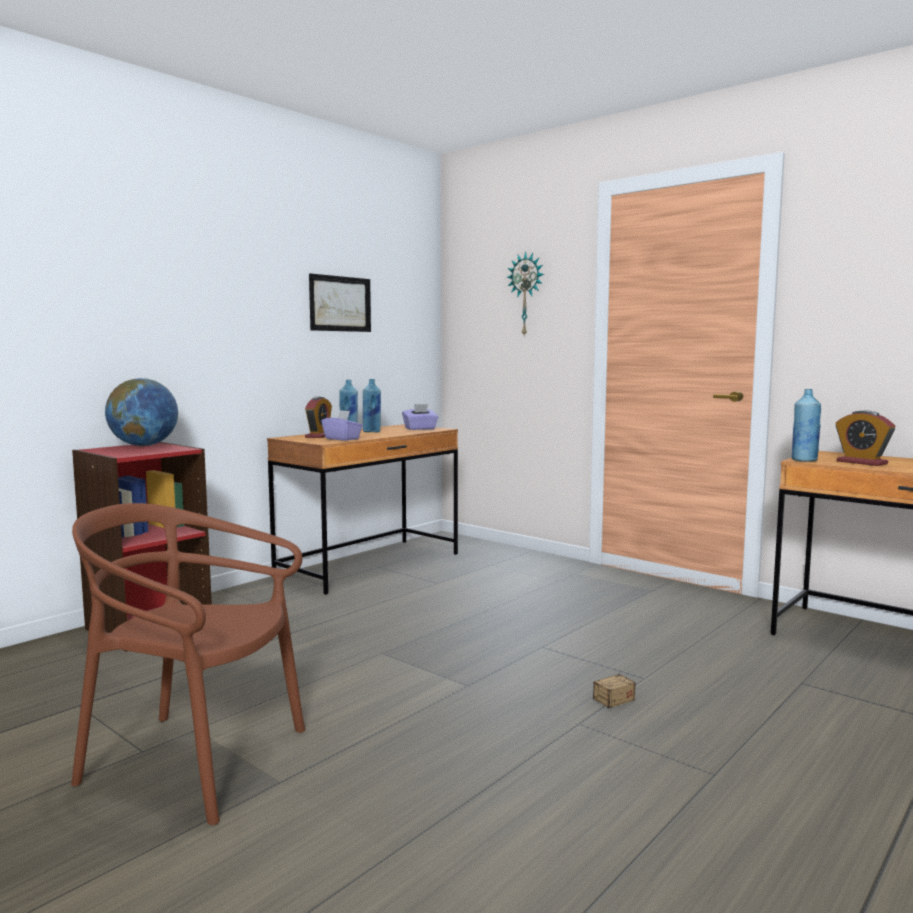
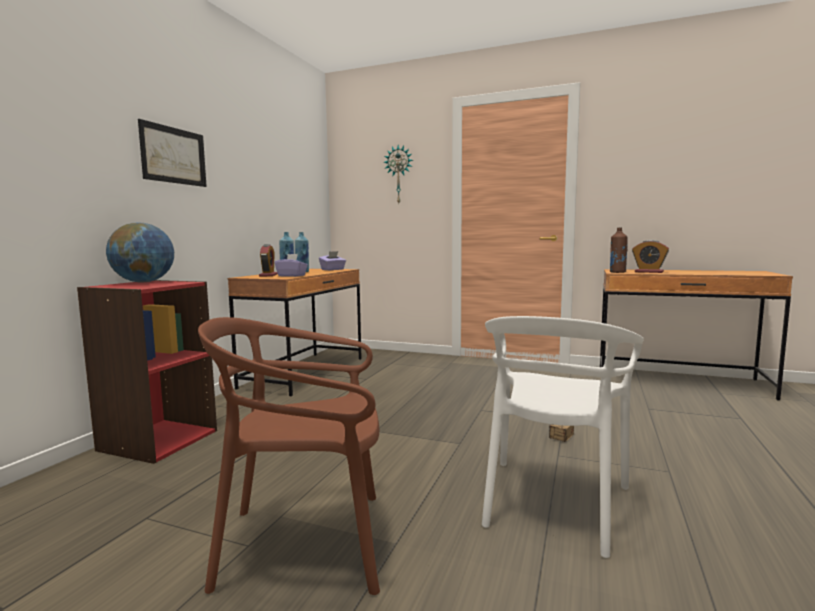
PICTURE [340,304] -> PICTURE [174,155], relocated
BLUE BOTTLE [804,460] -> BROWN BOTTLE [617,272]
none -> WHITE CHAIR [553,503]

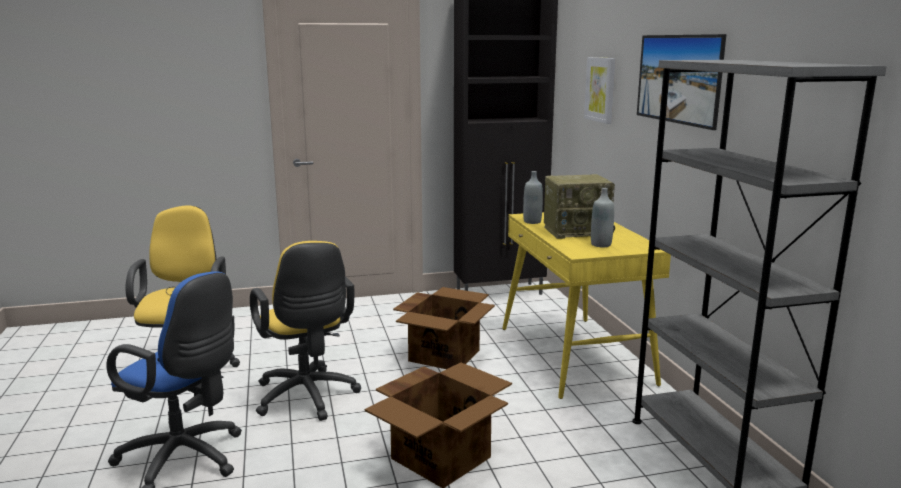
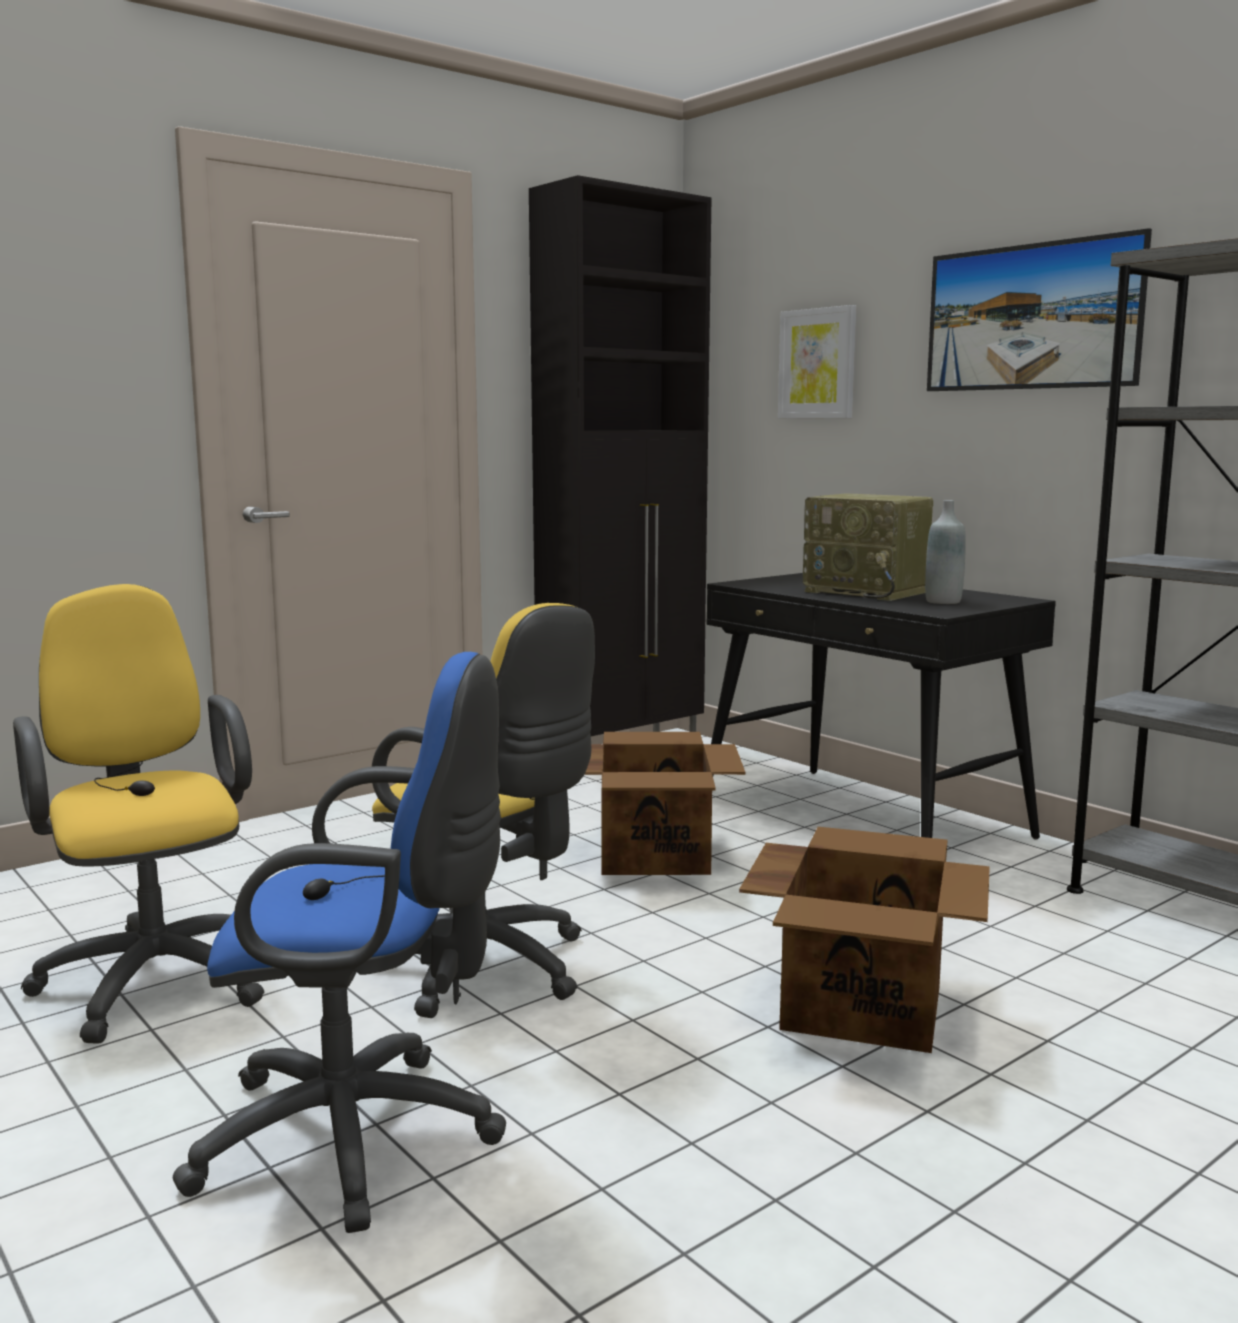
YELLOW DESK [575,355] -> BLACK DESK [864,820]
GREY BOTTLE [532,222] -> none
RADIO [577,231] -> RADIO [868,592], 75 degrees clockwise

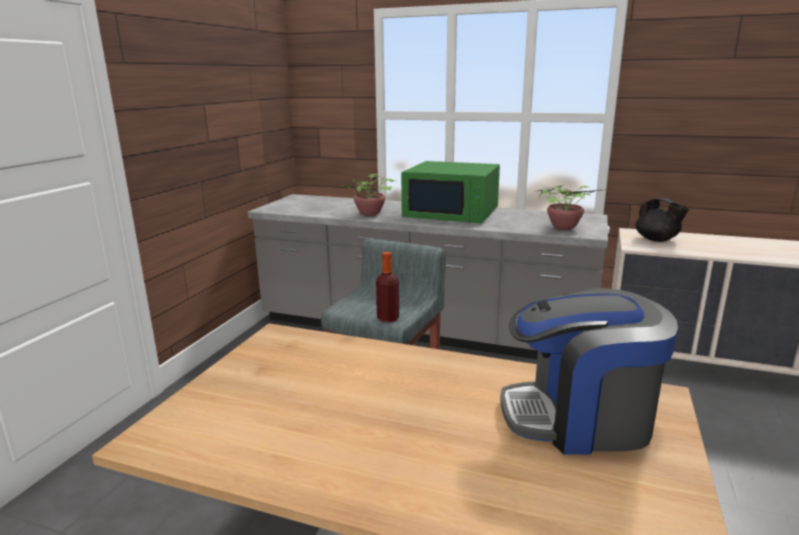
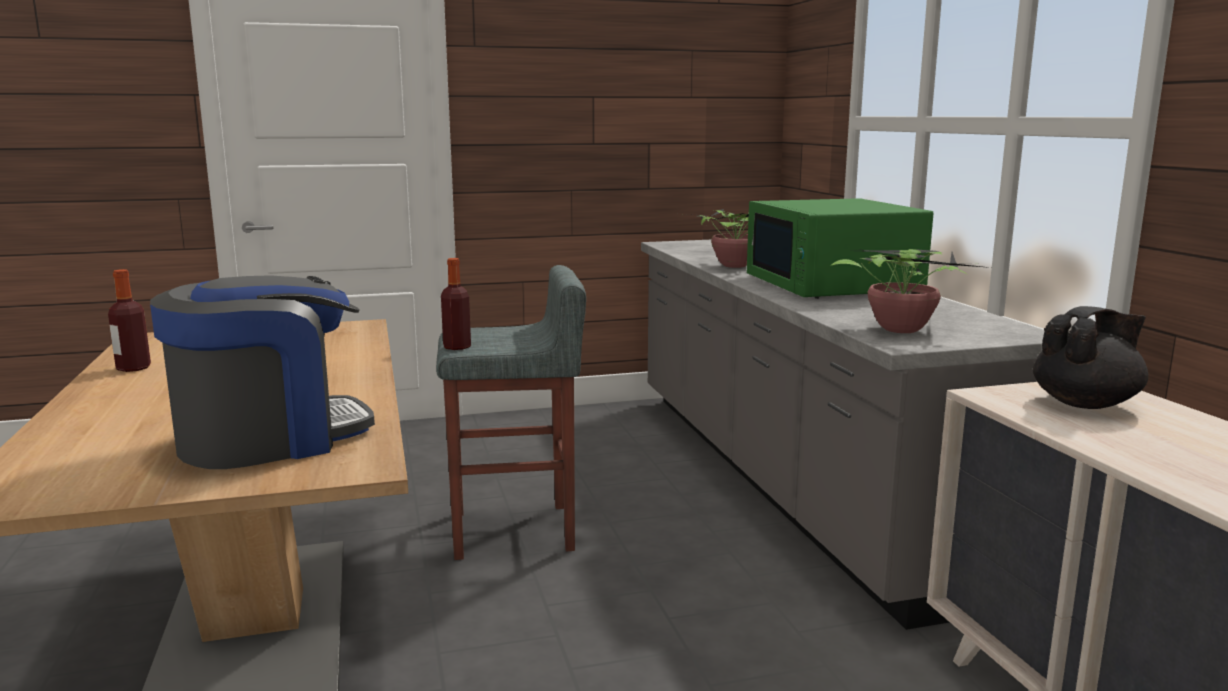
COFFEE MACHINE [579,418] -> COFFEE MACHINE [270,438], 90 degrees clockwise
BLACK TEAPOT [657,240] -> BLACK TEAPOT [1086,404], 135 degrees counterclockwise
none -> BOTTLE [133,368]

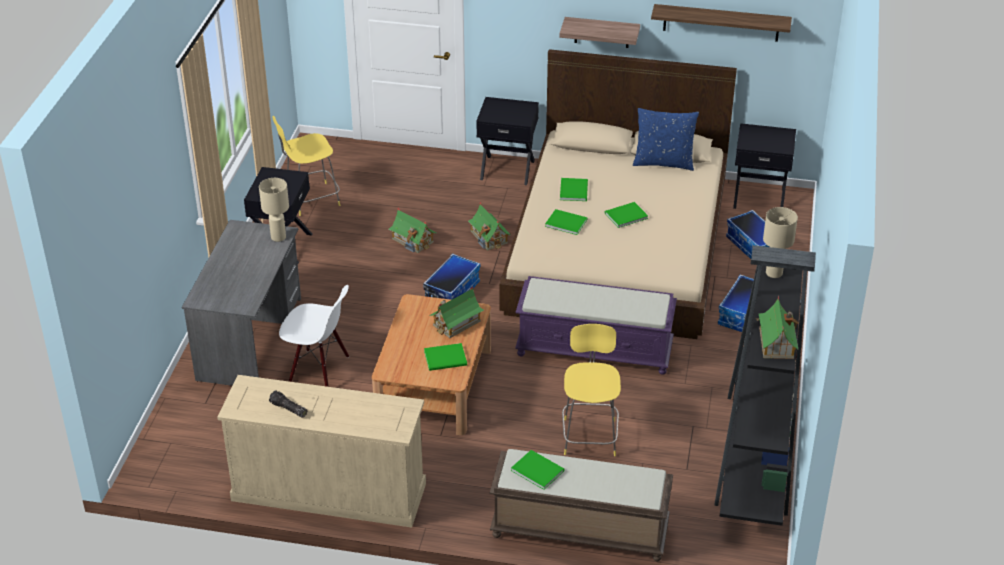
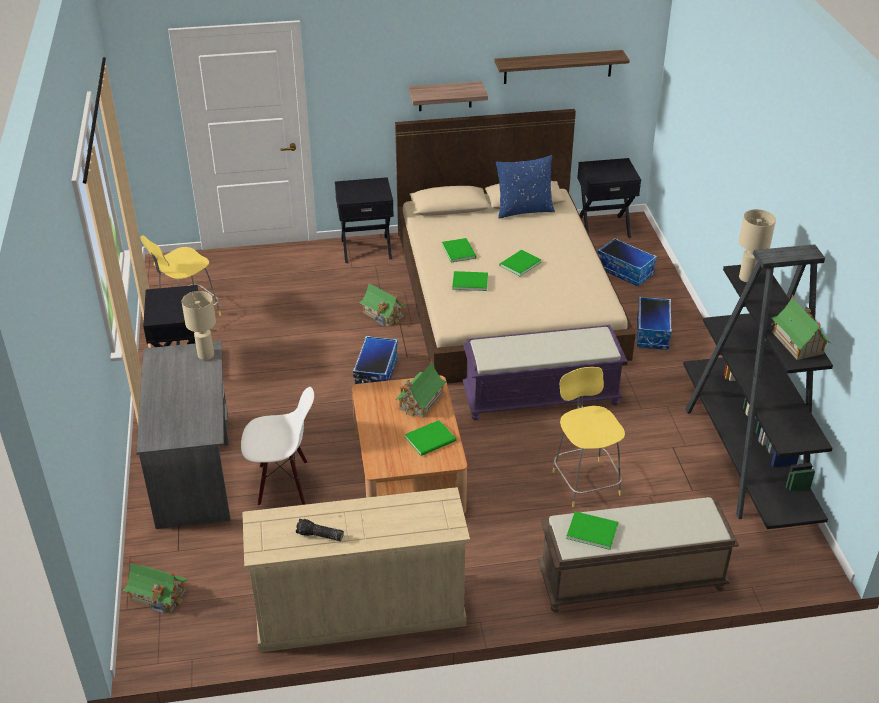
TOY HOUSE [413,240] -> TOY HOUSE [158,595], relocated

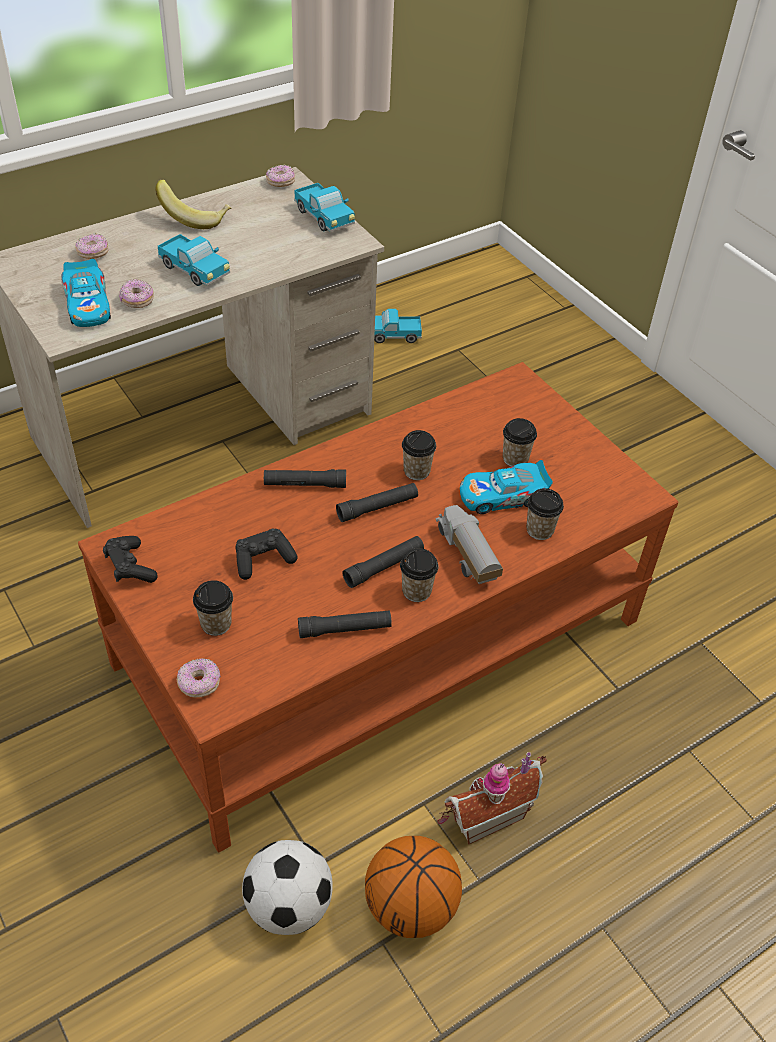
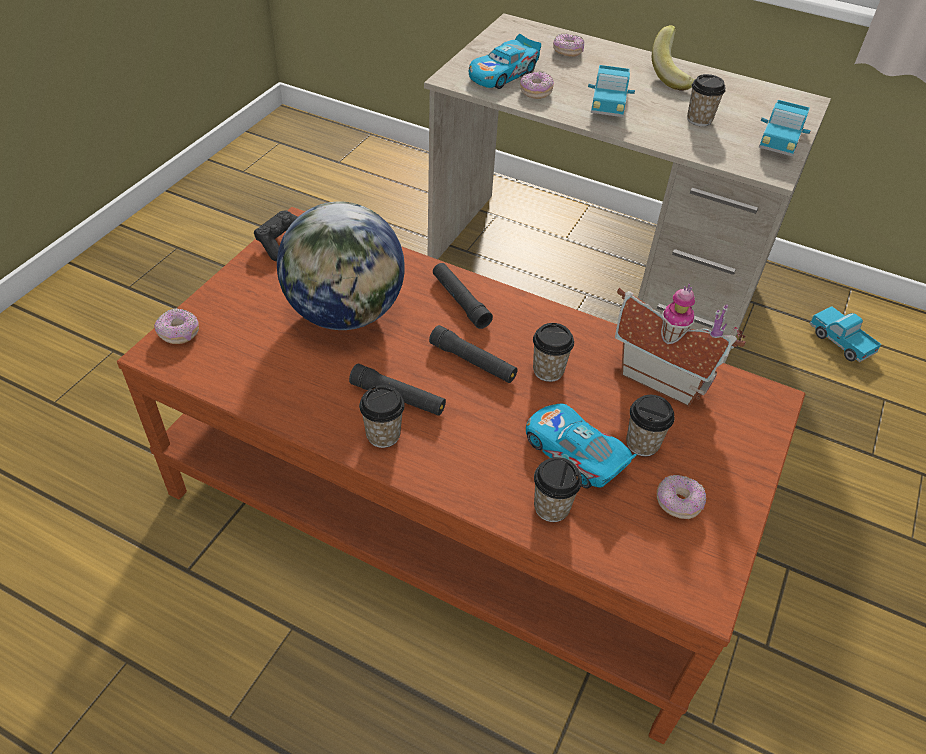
CUP [216,624] -> CUP [699,120], relocated
BLACK GAME CONTROLLER [263,560] -> GLOBE [346,313]
FOOTBALL [289,906] -> none
DONUT [280,183] -> DONUT [678,503], relocated
BLACK FLASHLIGHT [345,629] -> none
BASKETBALL [410,906] -> none
TOY TRUCK [466,555] -> none
TOY HOUSE [484,815] -> TOY HOUSE [662,375], relocated

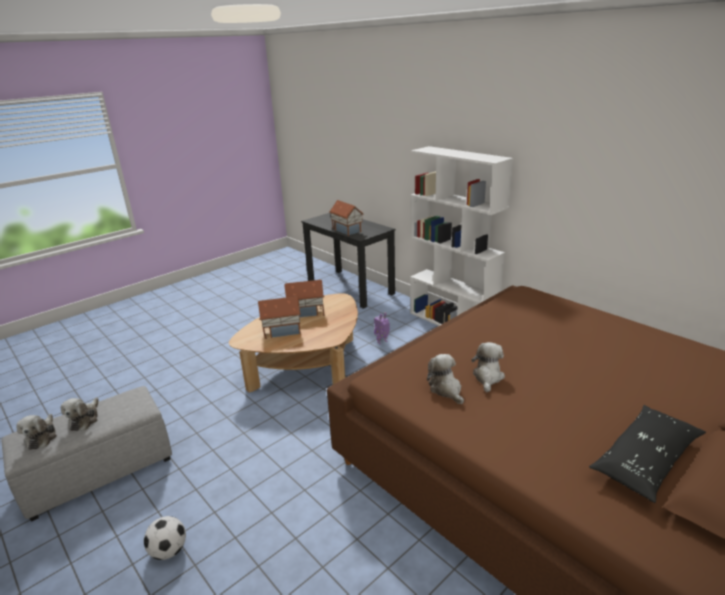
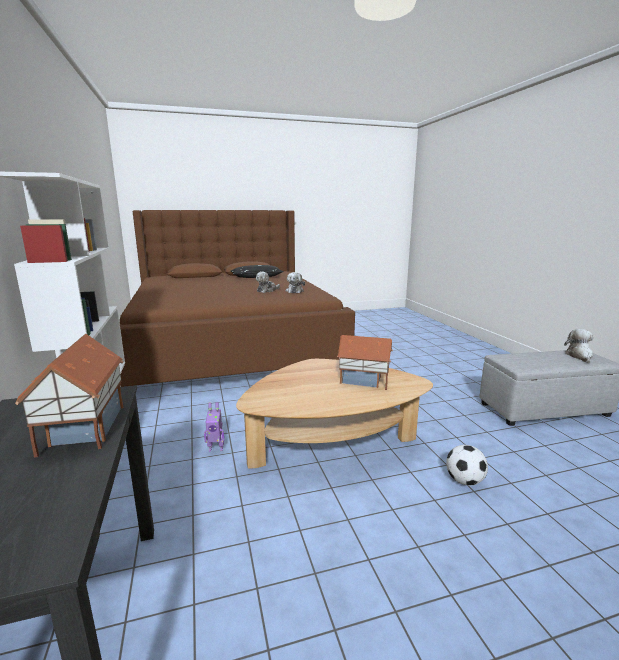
PLUSH TOY [85,419] -> none
FOOTBALL [169,550] -> FOOTBALL [464,481], relocated
TOY HOUSE [306,313] -> none

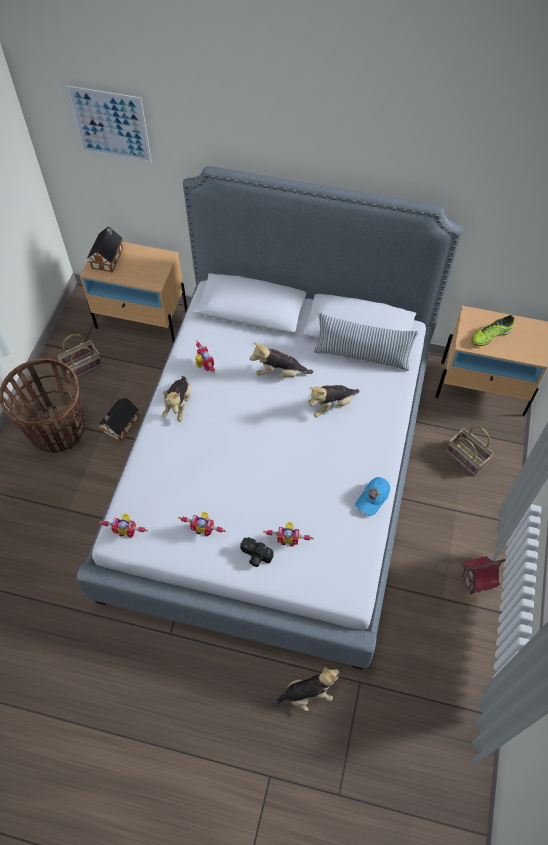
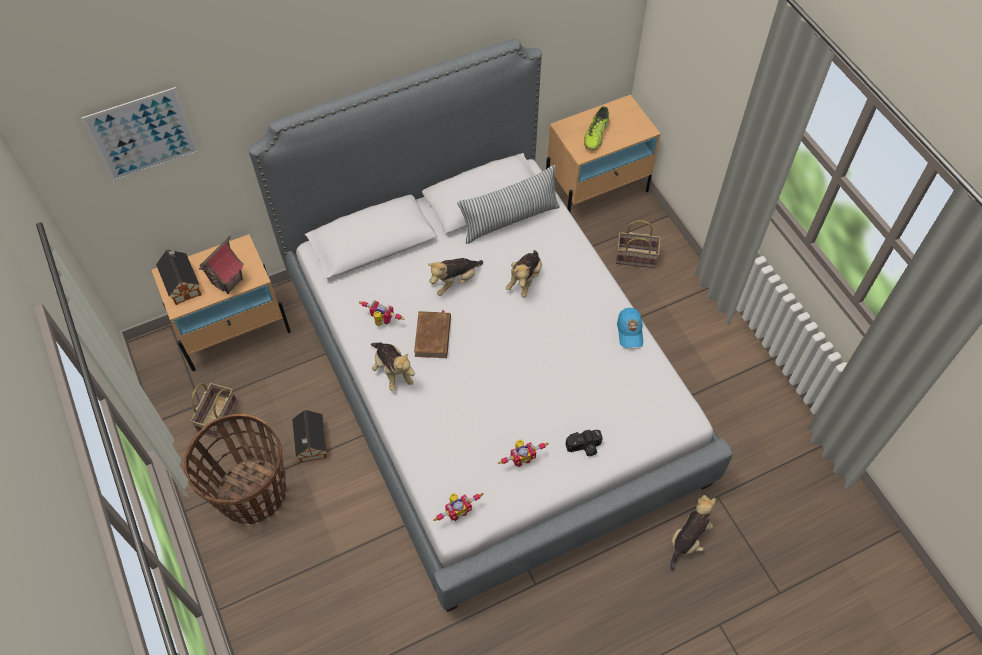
TOY ROBOT [288,539] -> none
TOY HOUSE [475,583] -> TOY HOUSE [227,281], relocated
none -> BROWN BOOK [433,336]

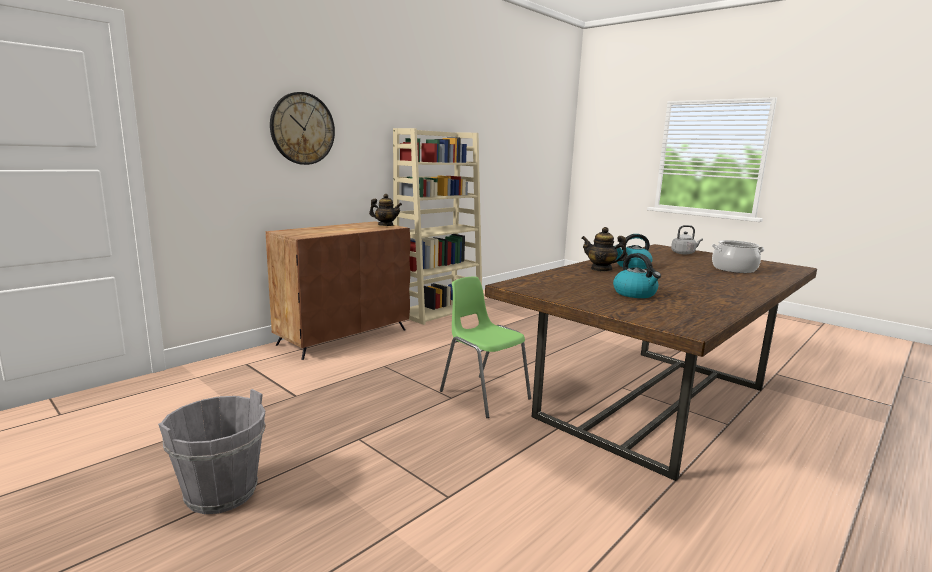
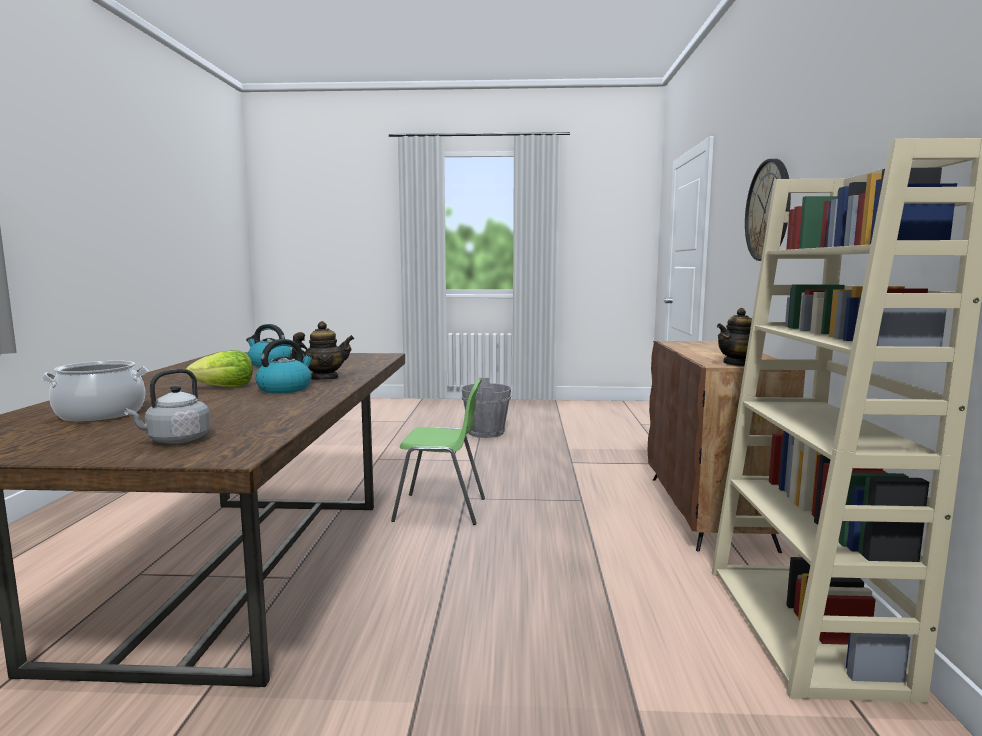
none -> LETTUCE [225,387]

